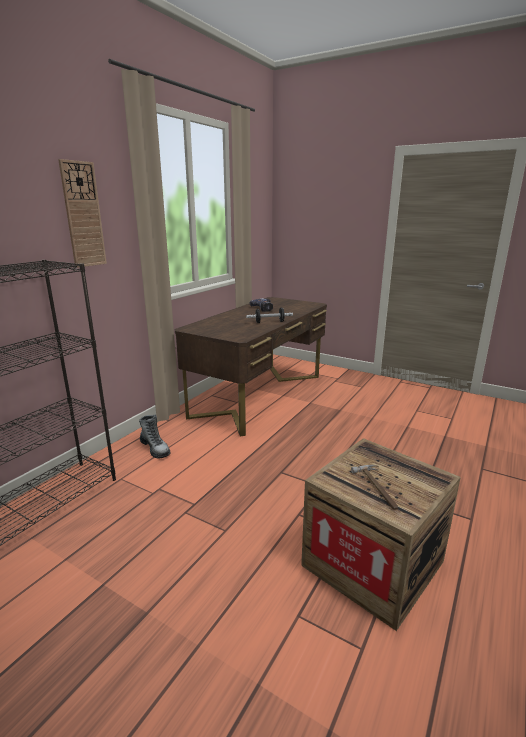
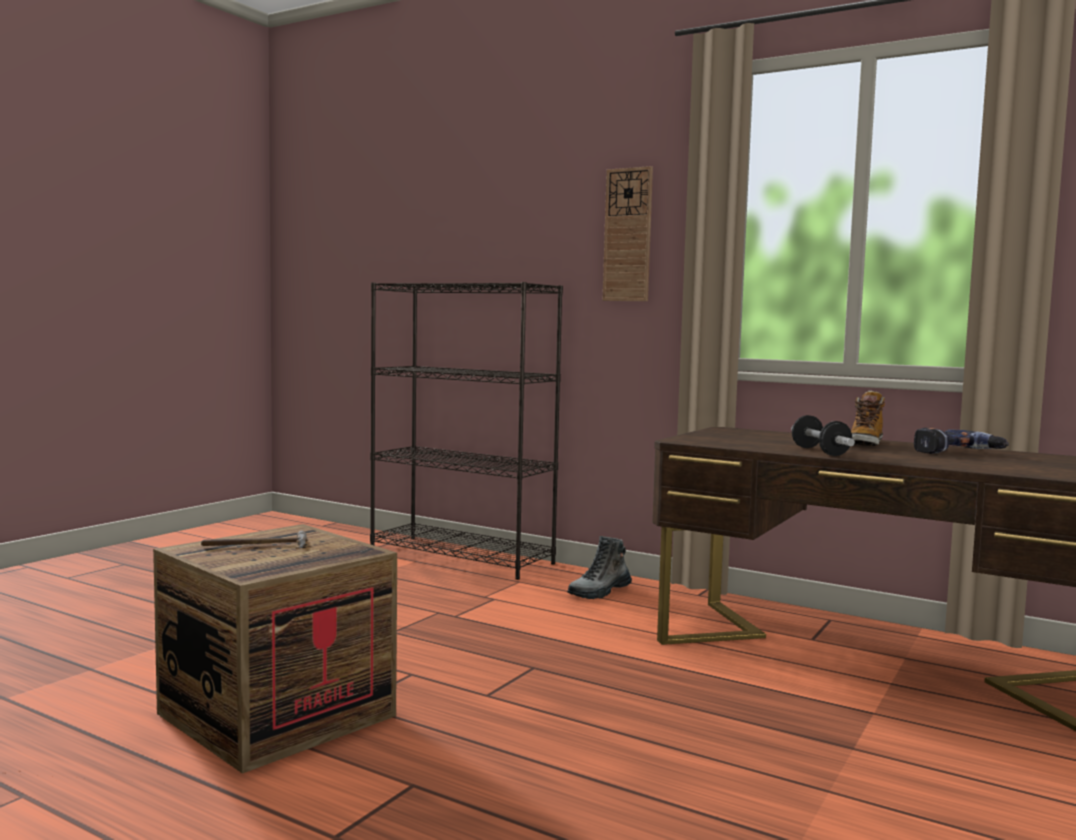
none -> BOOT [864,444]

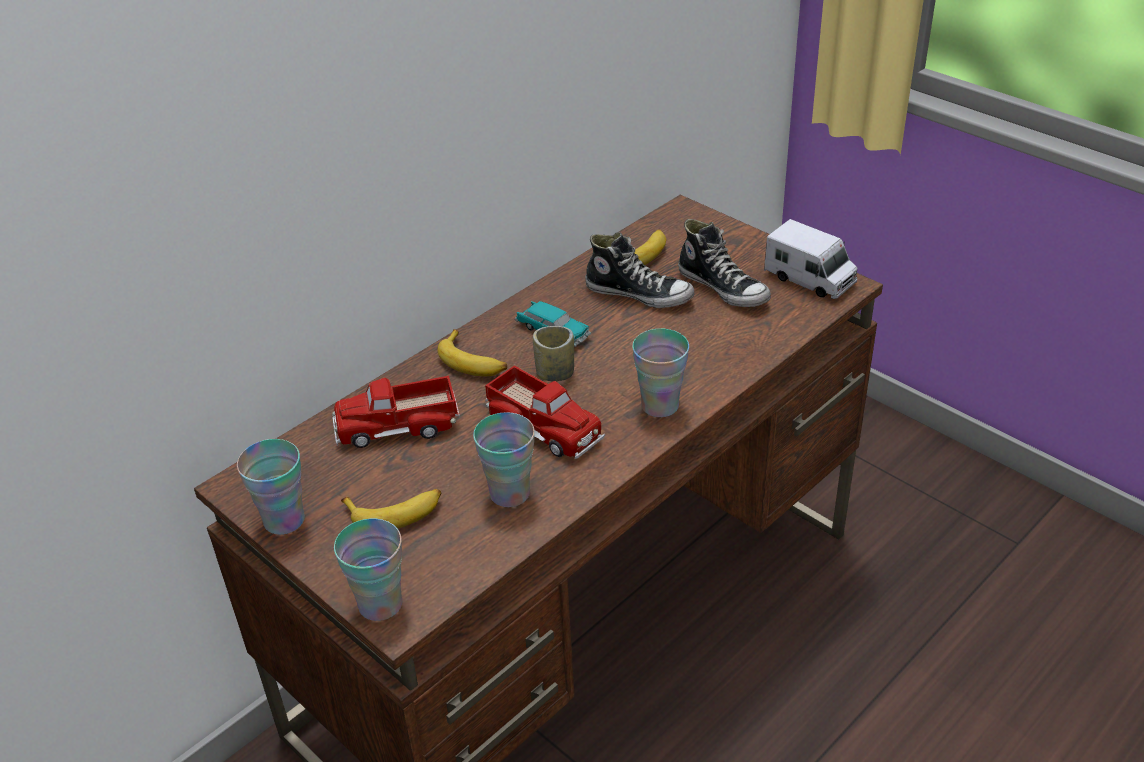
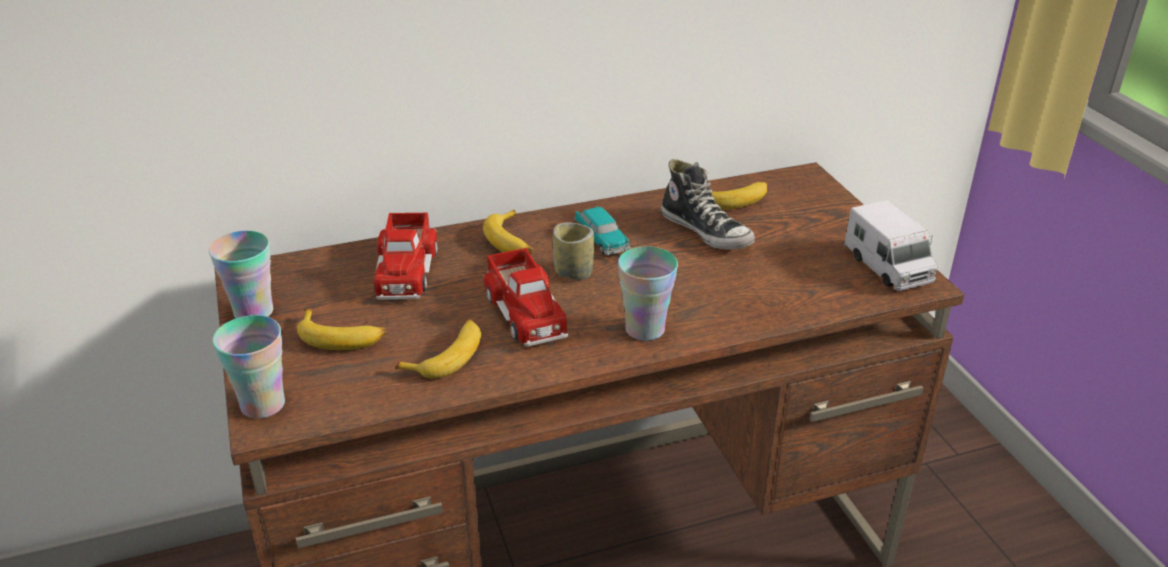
TOY TRUCK [397,425] -> TOY TRUCK [405,270], 105 degrees counterclockwise
CUP [509,493] -> BANANA [447,356]
SHOE [723,288] -> none

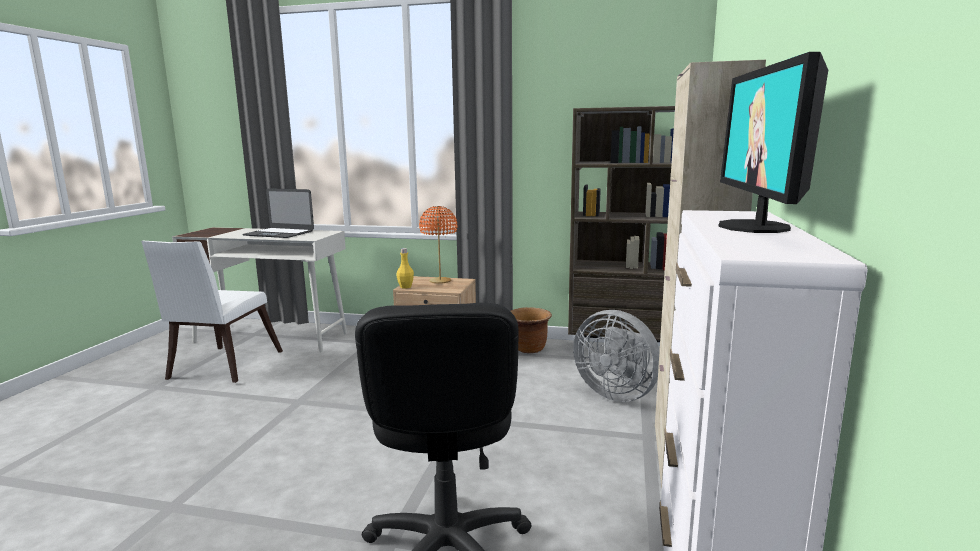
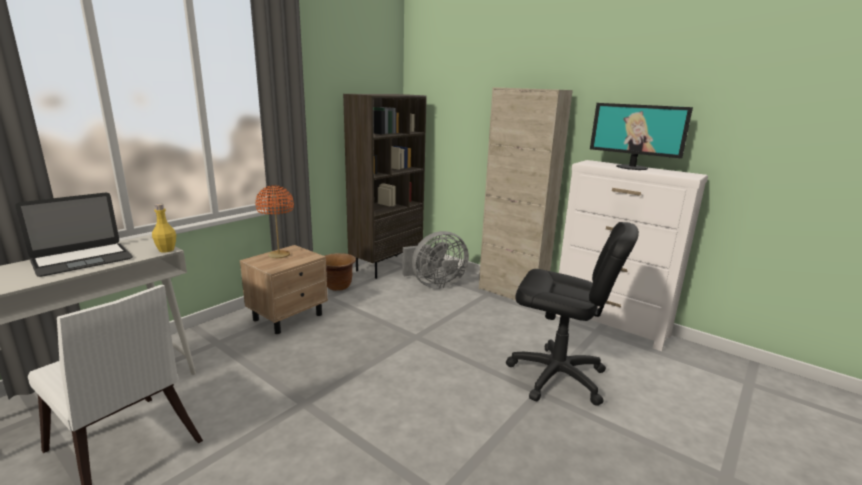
YELLOW BOTTLE [405,287] -> YELLOW BOTTLE [166,250], relocated

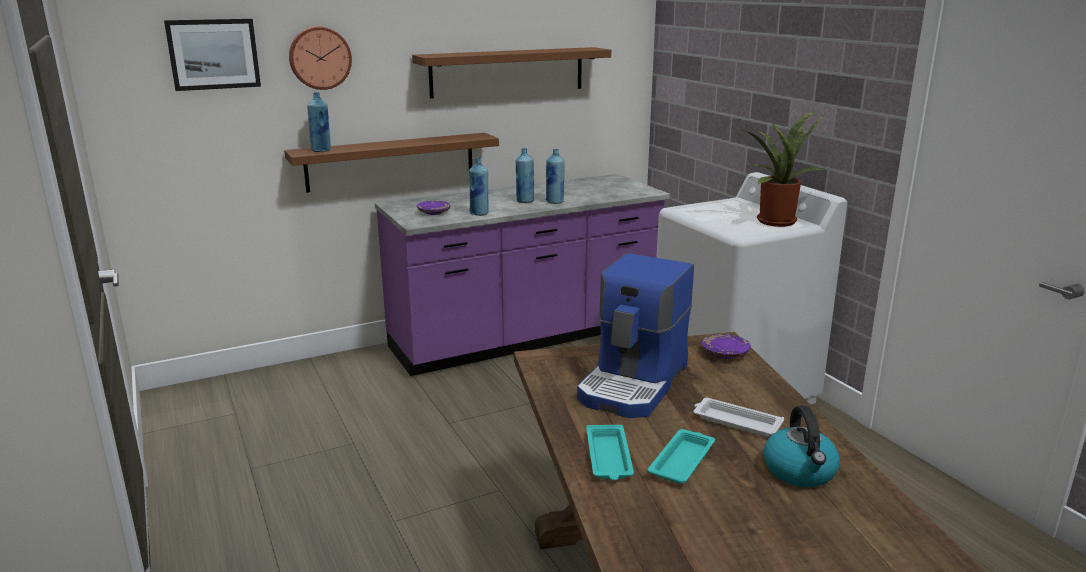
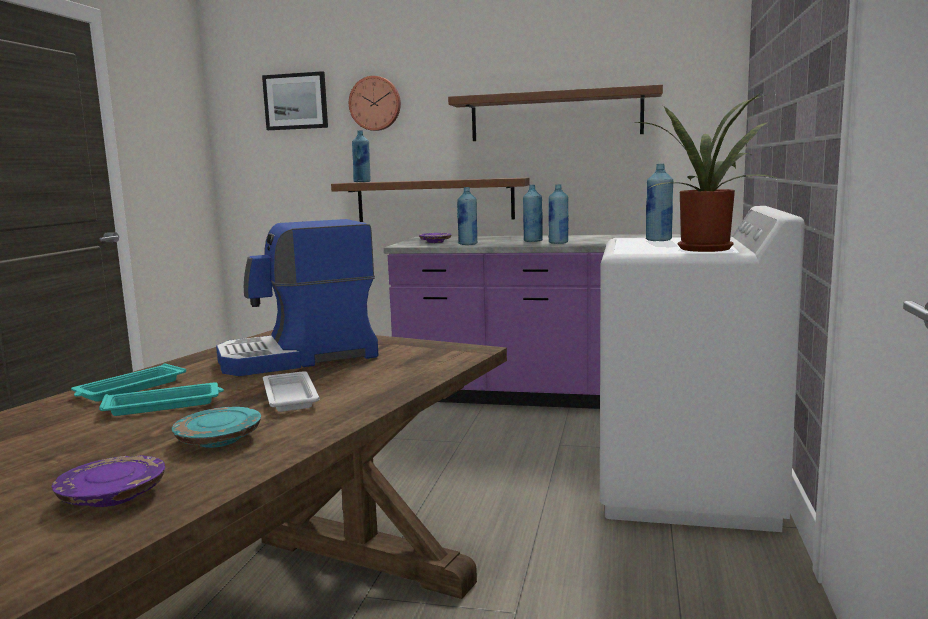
PURPLE PLATE [725,354] -> PURPLE PLATE [112,497], relocated
KETTLE [800,471] -> TURQUOISE PLATE [219,440]
none -> BLUE BOTTLE [658,240]

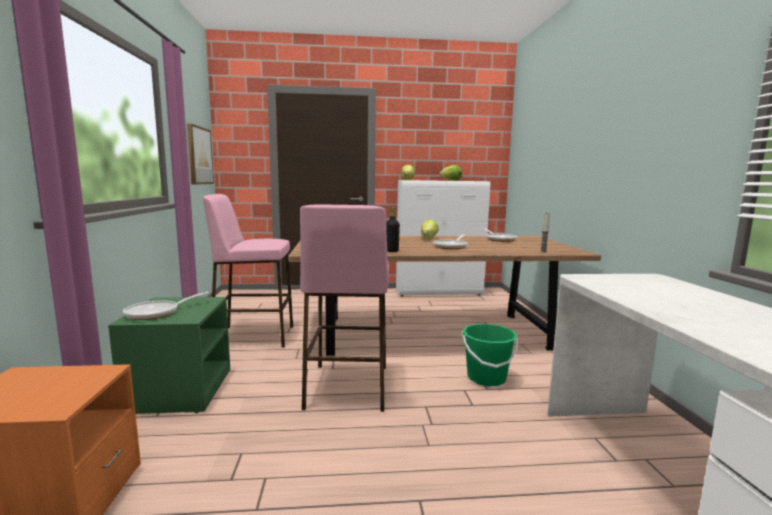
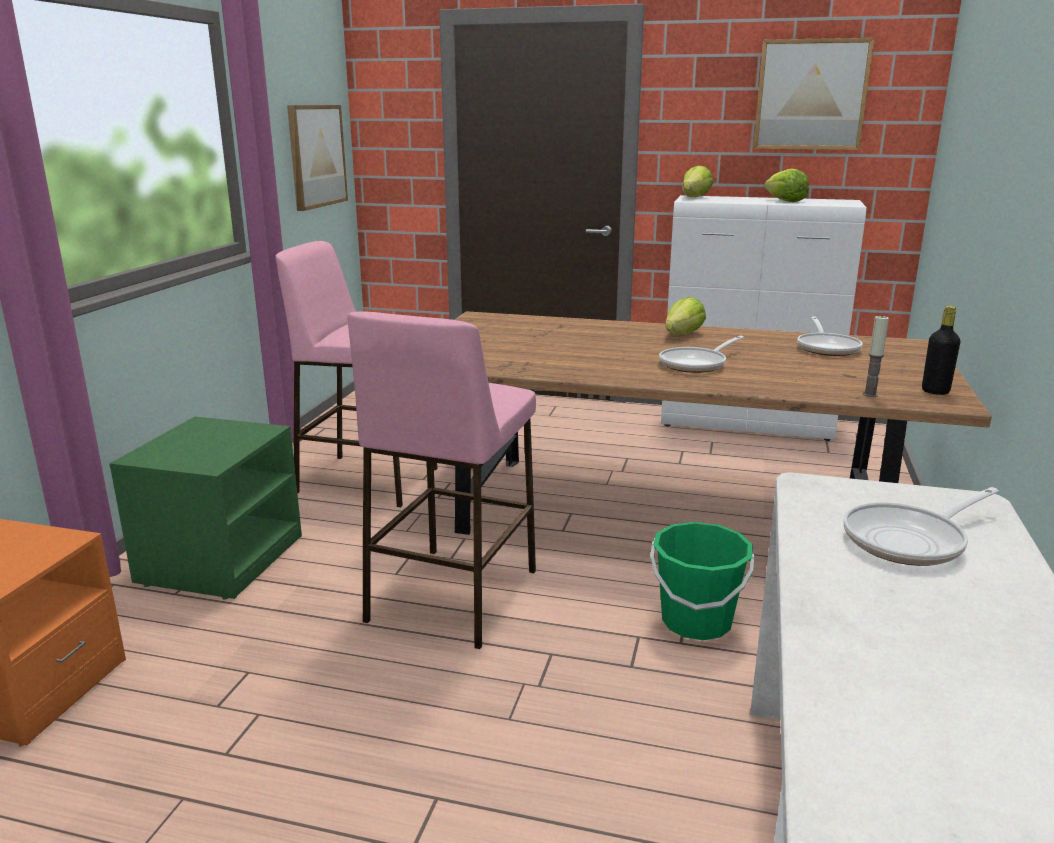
FRYING PAN [157,313] -> FRYING PAN [910,540], relocated
BLACK BOTTLE [392,251] -> BLACK BOTTLE [935,391], relocated
none -> PICTURE [811,95]

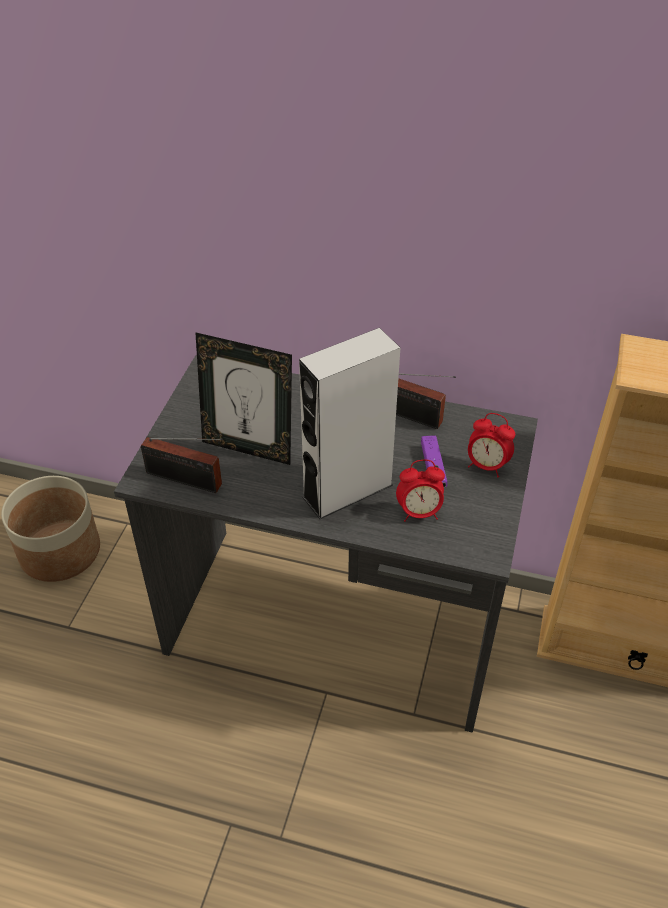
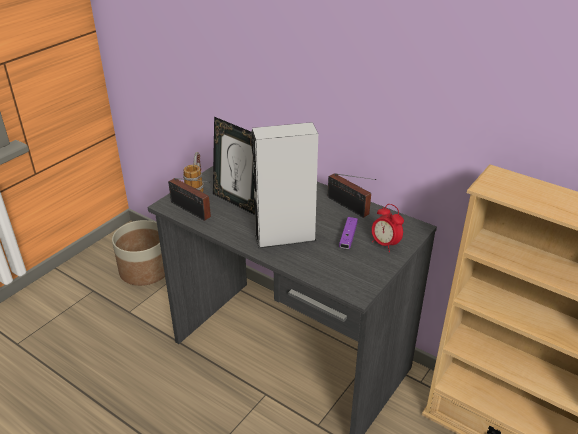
ALARM CLOCK [419,513] -> none
none -> MUG [196,186]

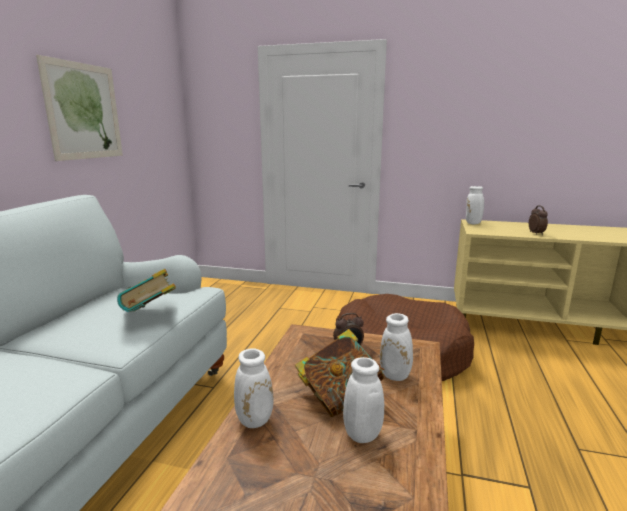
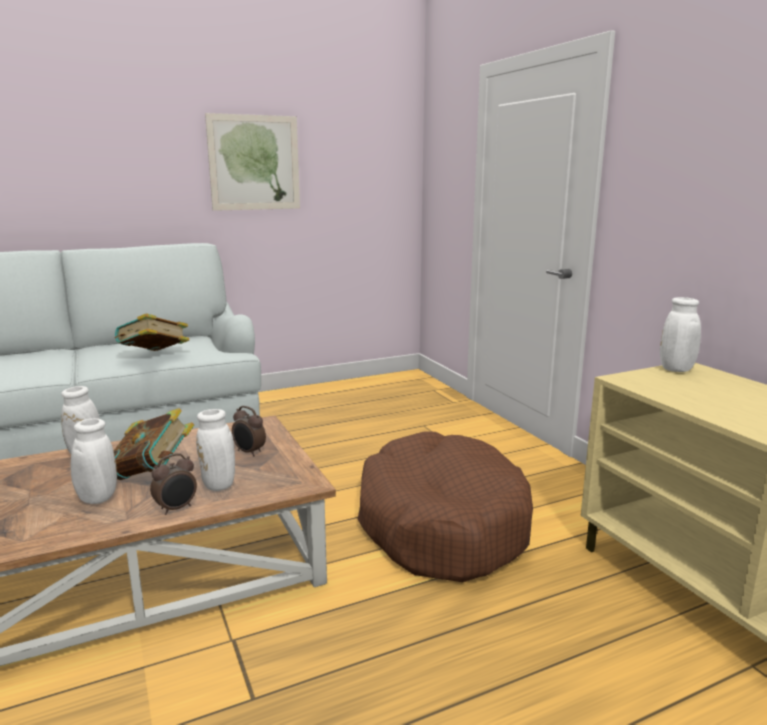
ALARM CLOCK [536,233] -> ALARM CLOCK [177,508], relocated

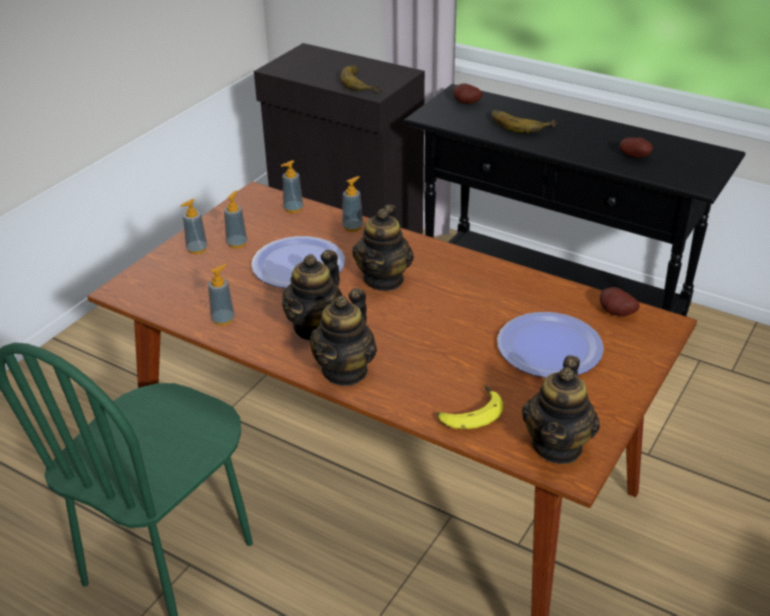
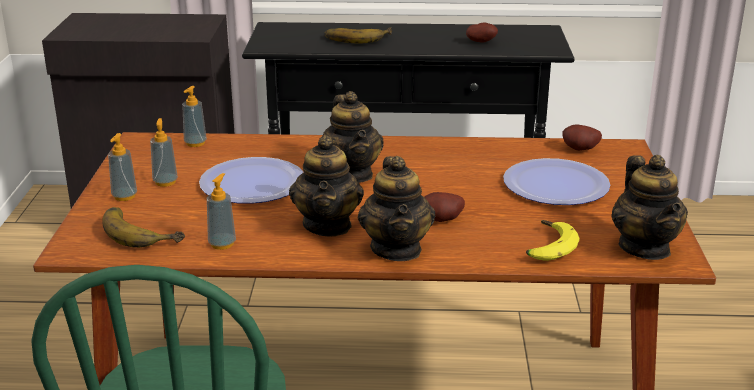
BANANA [363,83] -> BANANA [143,231], relocated
SOAP DISPENSER [353,227] -> none
POTATO [466,103] -> POTATO [442,221], relocated

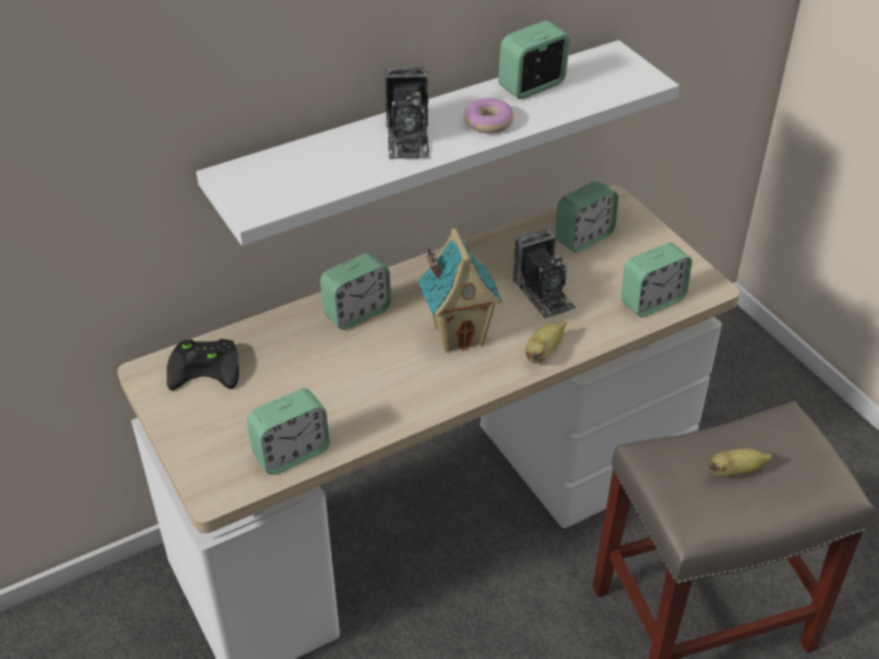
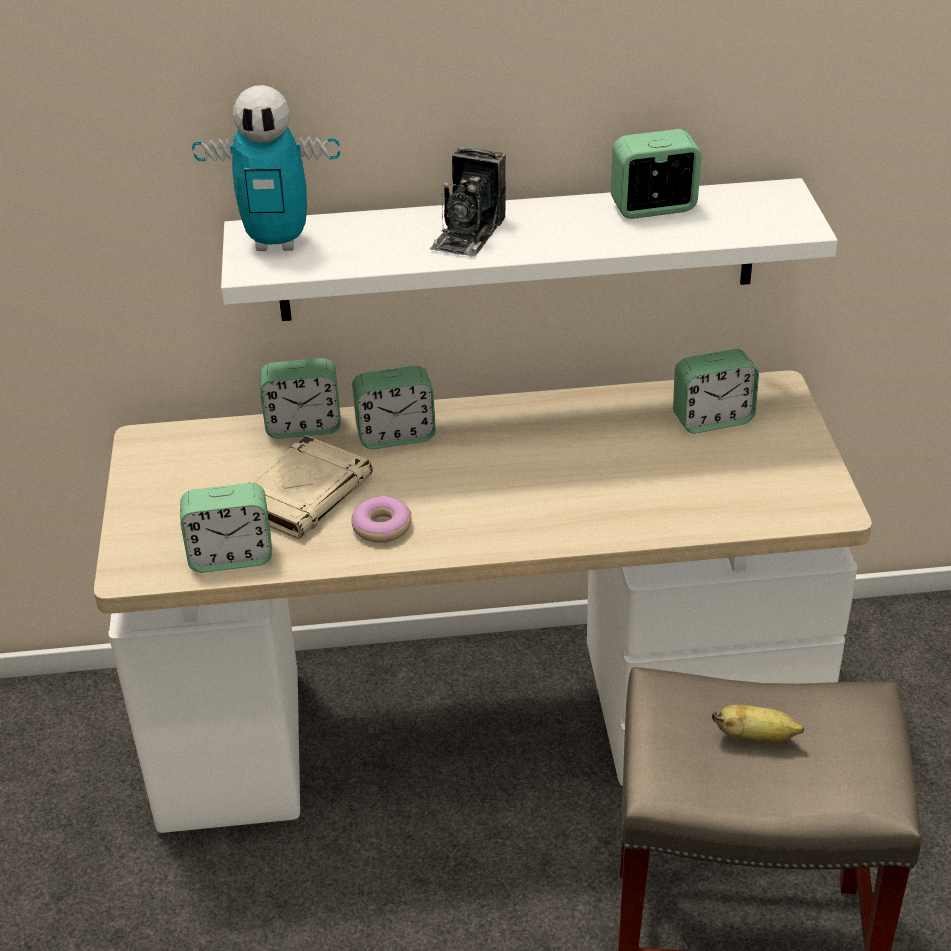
BLACK GAME CONTROLLER [207,367] -> none
TOY HOUSE [459,334] -> none
DONUT [488,122] -> DONUT [381,526], relocated
PHOTO CAMERA [543,293] -> none
BANANA [543,352] -> none
ALARM CLOCK [652,301] -> ALARM CLOCK [303,426], relocated
none -> TOY ROBOT [277,242]
none -> BEIGE BOOK [305,494]

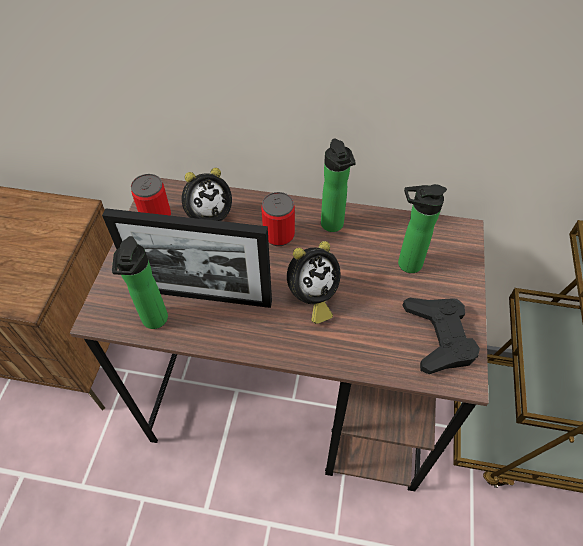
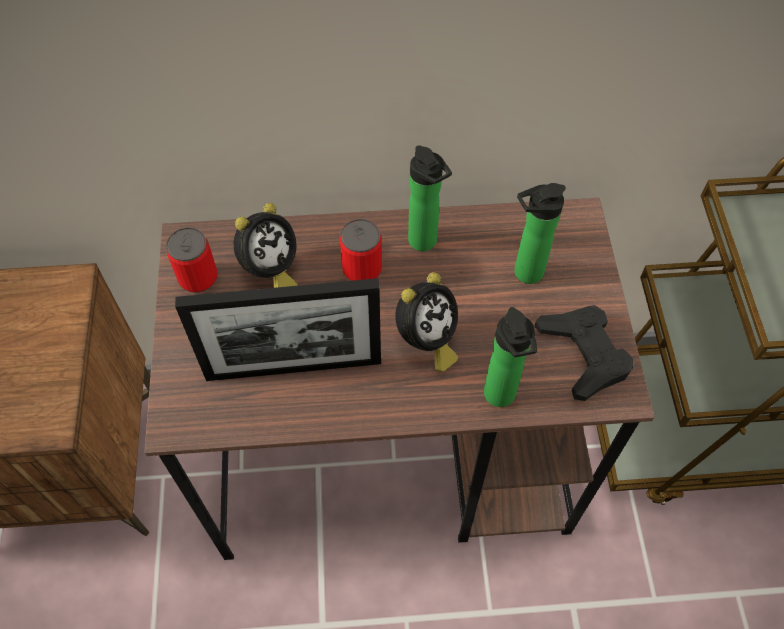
BOTTLE [154,322] -> BOTTLE [501,398], relocated

